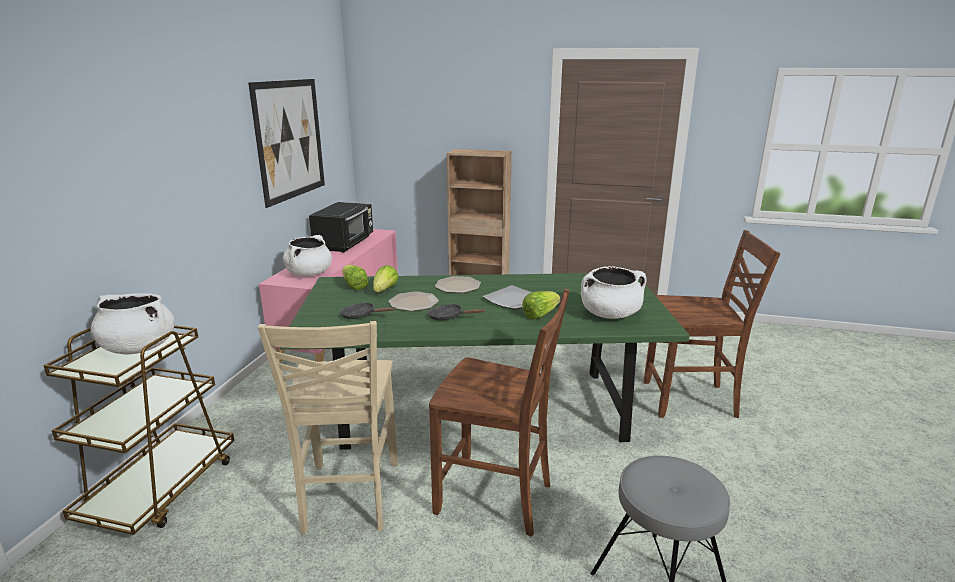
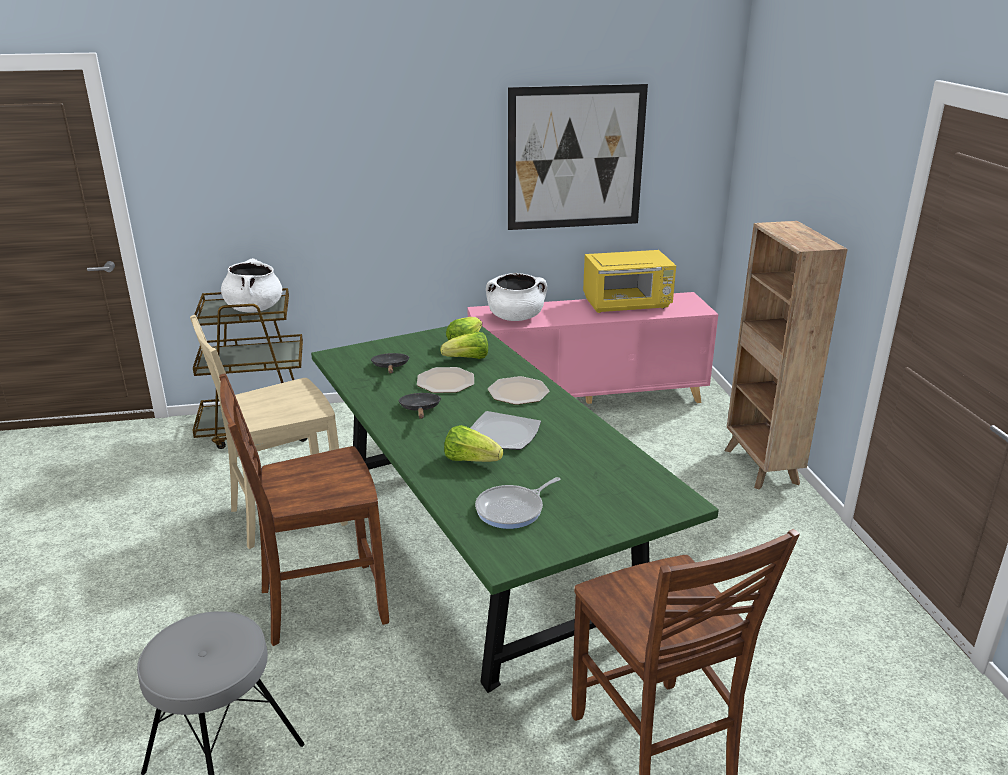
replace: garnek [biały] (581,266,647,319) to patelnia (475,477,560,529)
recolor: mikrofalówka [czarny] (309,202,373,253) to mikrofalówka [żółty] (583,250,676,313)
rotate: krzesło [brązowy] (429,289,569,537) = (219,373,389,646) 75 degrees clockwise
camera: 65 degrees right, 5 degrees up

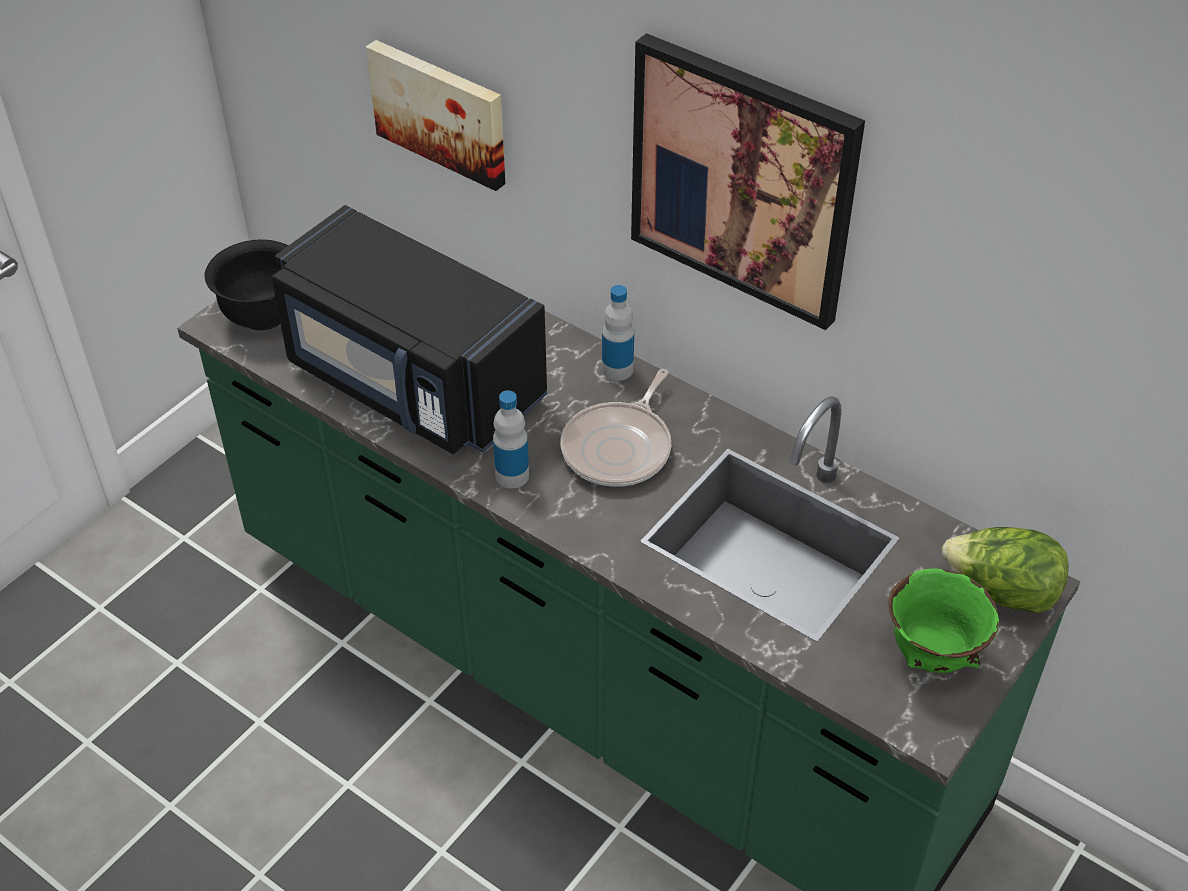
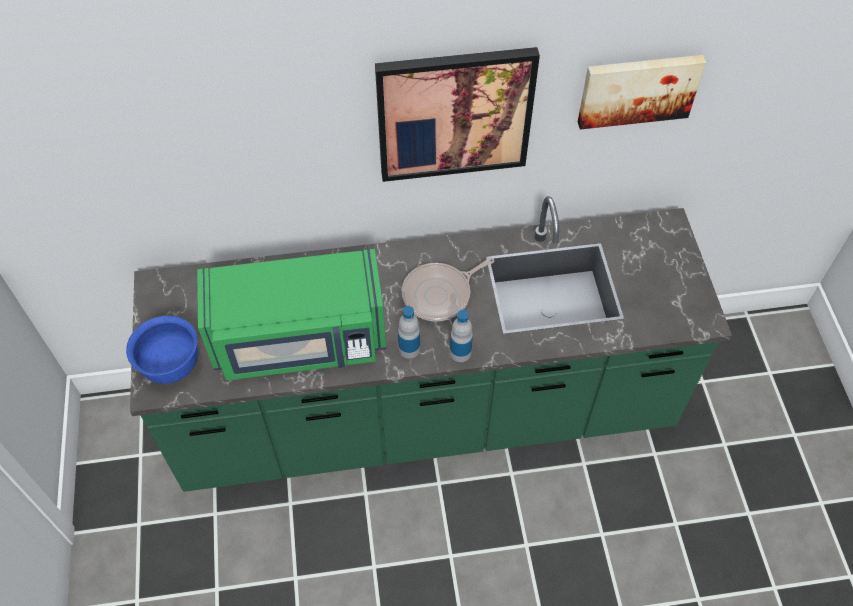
delete: miska [zielony] (888,568,999,673); sałata (942,527,1069,614)
move: obraz (366,40,505,191) to (578,55,706,129); butelka (602,285,634,381) to (450,310,473,362)
recolor: miska [czarny] (204,239,289,331) to miska [niebieski] (126,316,198,384); mikrofalówka [czarny] (272,205,547,454) to mikrofalówka [zielony] (197,249,386,380)
rotate: patelnia (561,369,671,487) = (402,258,494,322) 75 degrees clockwise
camera: 45 degrees left, 10 degrees up

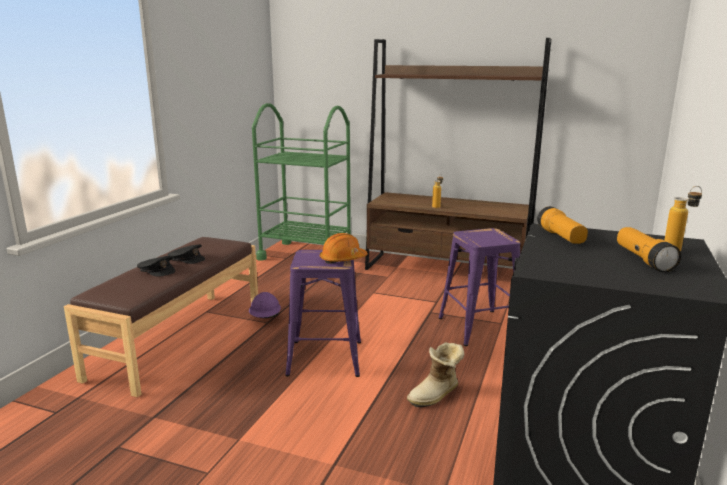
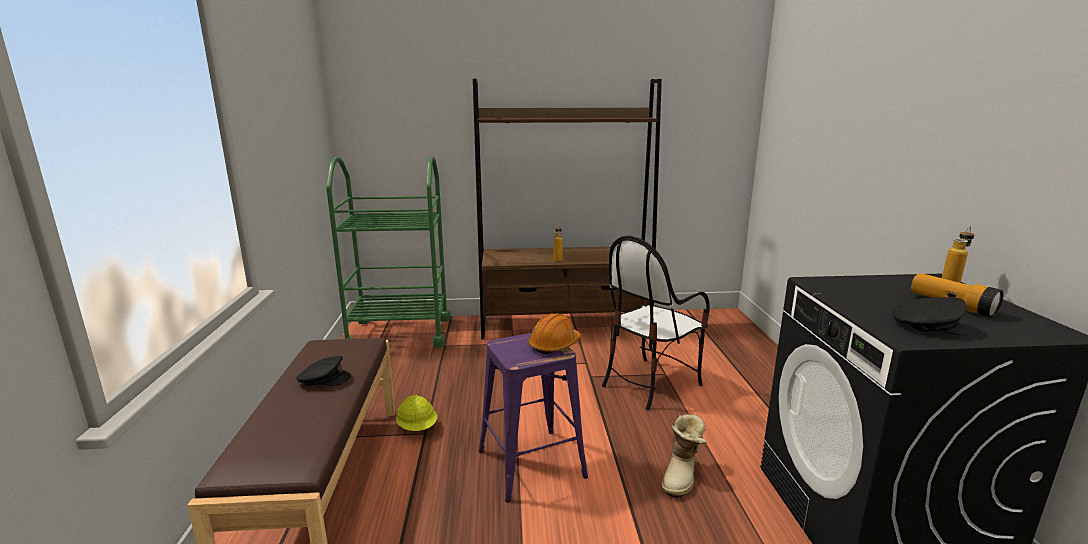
delete: latarka (537,206,588,244)
move: czapka z daszkiem [czarny] (137,256,175,277) to (893,297,970,335)
replace: stołek [fioletowy] (438,228,520,346) to krzesło (602,236,710,410)
recolor: kask [fioletowy] (249,292,281,318) to kask [żółty] (396,395,437,431)
camera: 25 degrees left, 0 degrees up

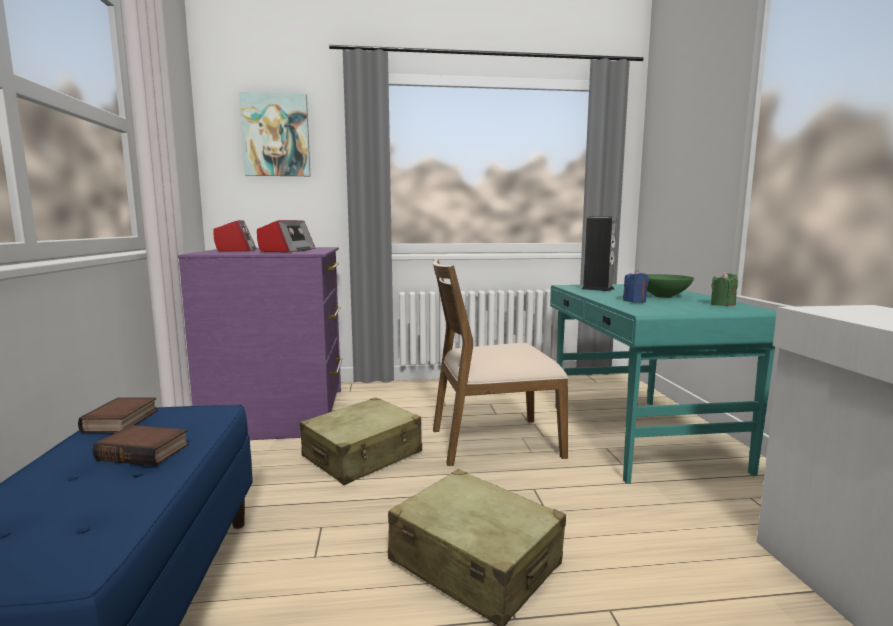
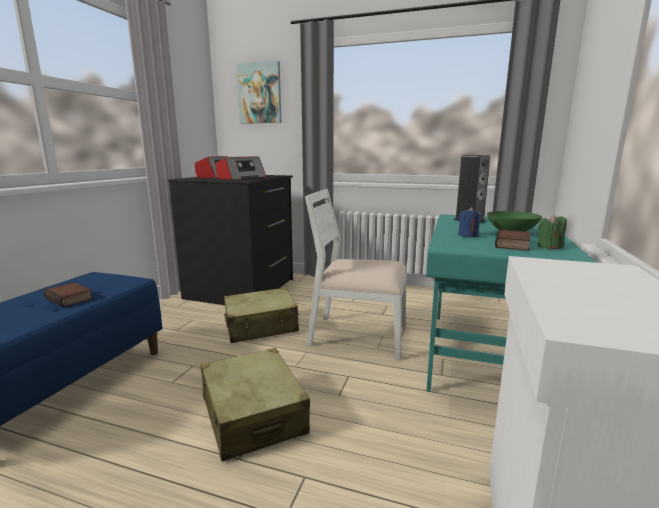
move: książka (78,397,158,433) to (495,230,531,251)
recolor: komoda [fioletowy] (178,247,342,440) to komoda [czarny] (168,175,293,305); krzesło [brązowy] (433,259,568,466) to krzesło [biały] (305,188,407,360)
camera: 25 degrees right, 5 degrees up

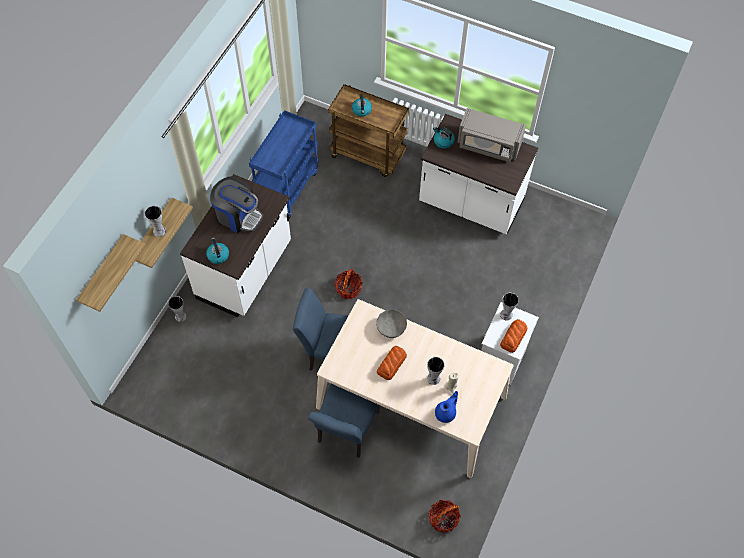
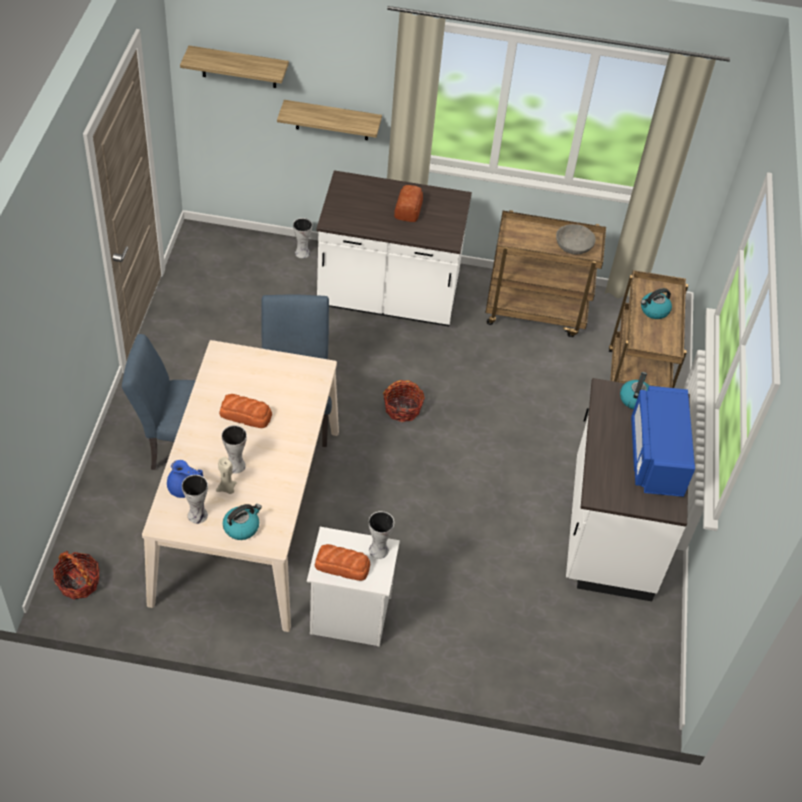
move: wazon (145,206,166,237) to (182,475,208,524); czajnik (206,237,229,264) to (223,504,262,540); miska [szary] (376,309,407,338) to (556,224,596,255)
replace: ekspres do kawy (210,176,263,233) to chleb (394,185,423,222)
recolor: wózek [niebieski] (249,110,319,219) to wózek [brązowy] (485,210,606,337); mikrofalówka [szary] (457,108,526,162) to mikrofalówka [niebieski] (631,386,695,497)
camera: 70 degrees right, 10 degrees down

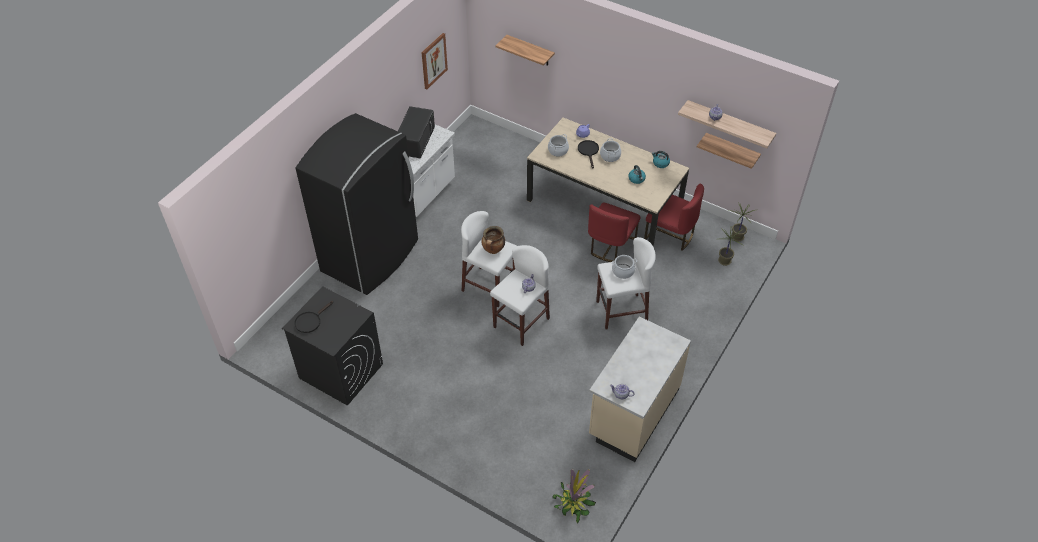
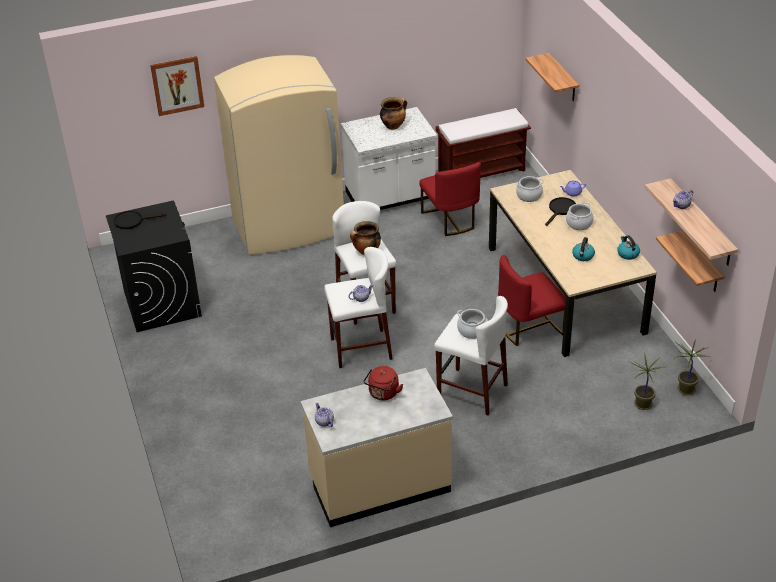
delete: roślina doniczkowa (553,469,596,524)
insert: czajnik [czerwony] (364,366,403,400); ławka [brązowy] (435,108,531,178)
move: obraz (421,33,448,89) to (150,56,204,116); krzesło [czerwony] (644,184,704,251) to (419,162,481,236)
replace: mikrofalówka [czarny] (398,106,435,159) to garnek (380,97,407,130)
recolor: lodówka [czarny] (296,113,418,295) to lodówka [beżowy] (214,55,344,255)
camera: 40 degrees right, 10 degrees down

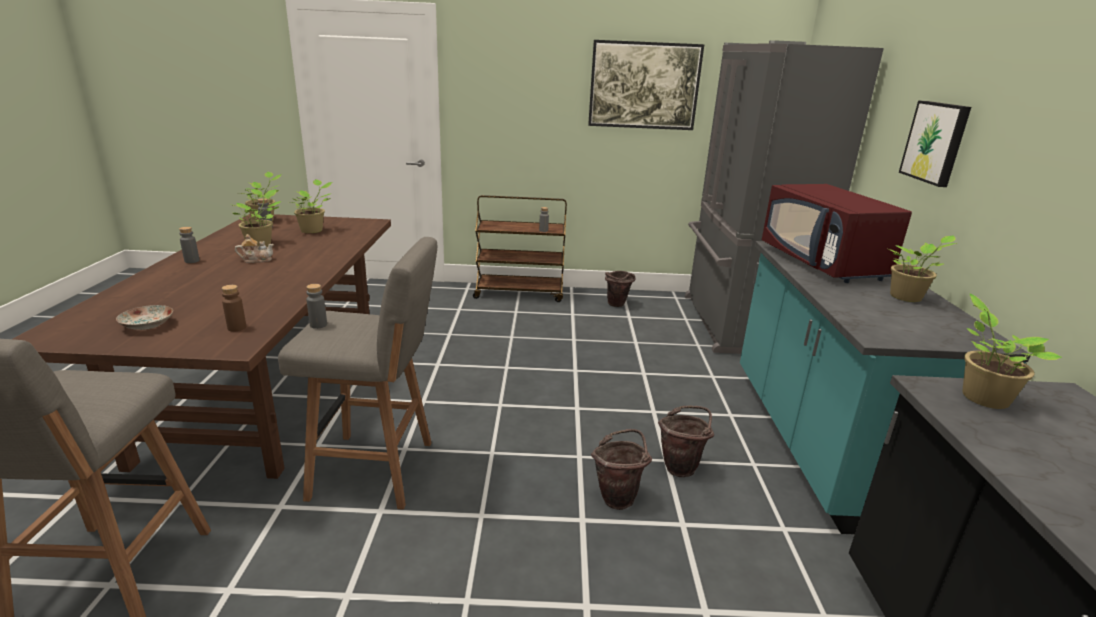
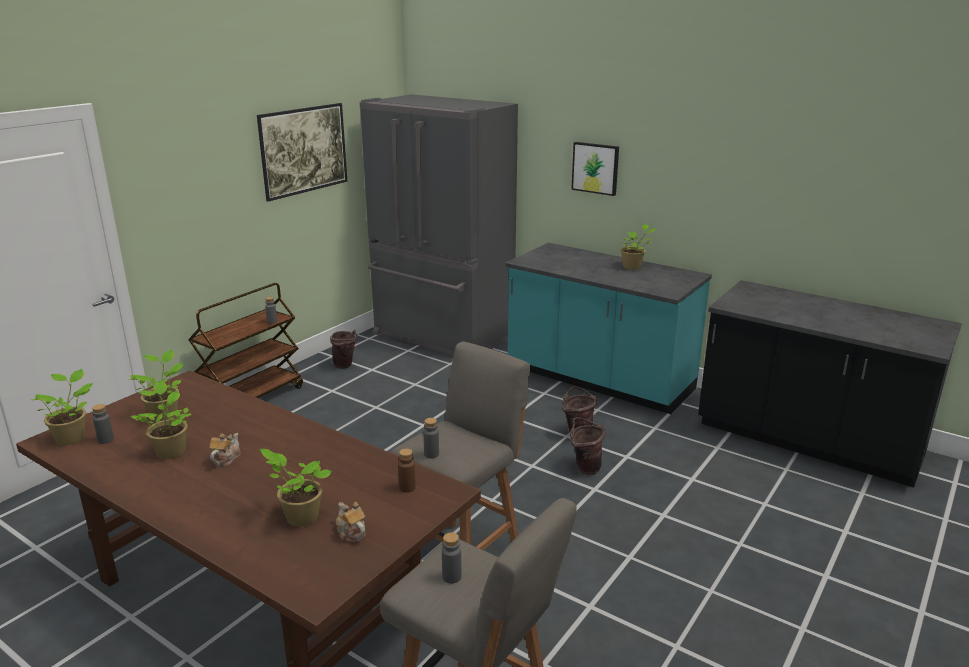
delete: mikrofalówka [czerwony] (762,184,912,283)
move: butelka [szary] (179,227,200,263) to (442,532,461,584); roślina doniczkowa (963,294,1062,409) to (260,449,332,527)
replace: talerz (116,305,173,330) to imbryk (336,502,366,542)
camera: 55 degrees left, 0 degrees up

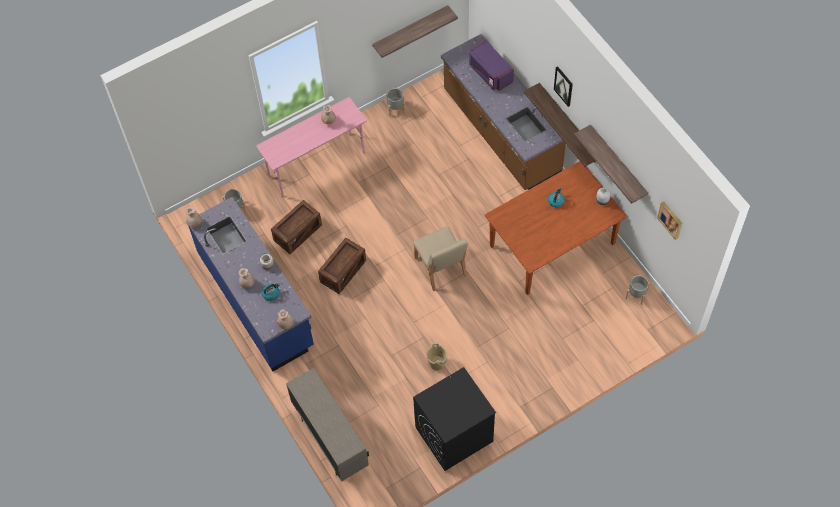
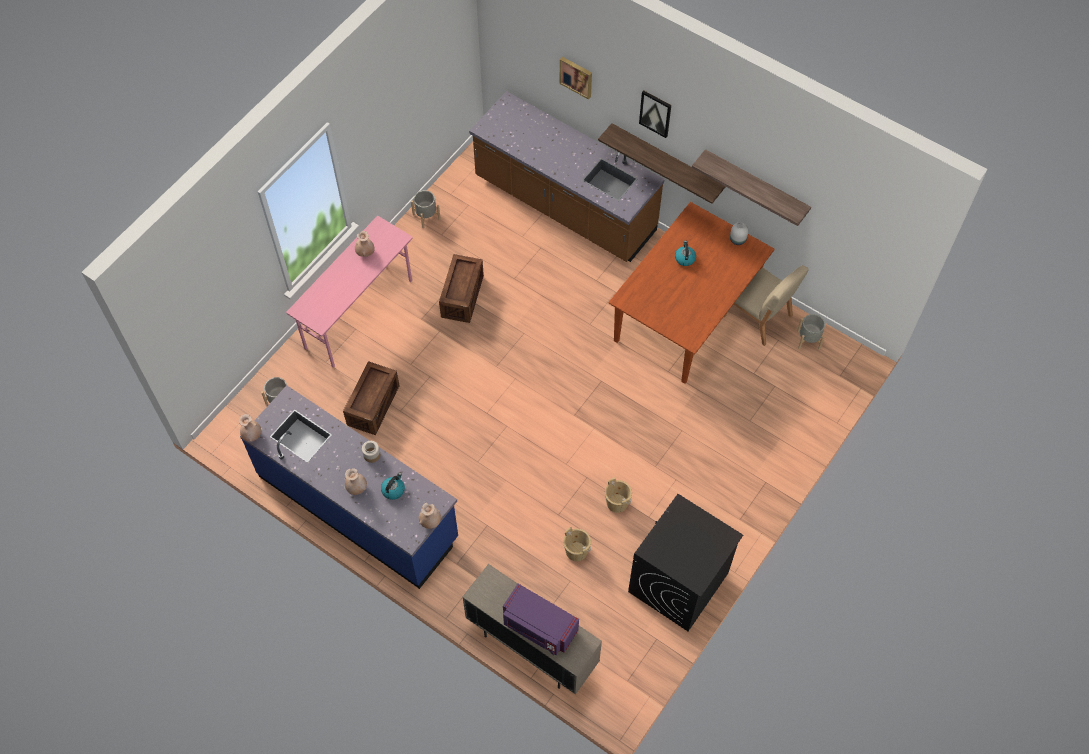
delete: półka (372,5,458,58)
insert: wiadro [beżowy] (563,527,591,561)
move: skrzynka (318,237,366,294) to (439,254,484,323); krzesło [beżowy] (413,226,468,291) to (724,265,809,346); mikrofalówka [fioletowy] (469,40,514,91) to (503,584,579,655); obraz (657,202,682,240) to (559,57,592,100)
camera: 25 degrees left, 0 degrees up

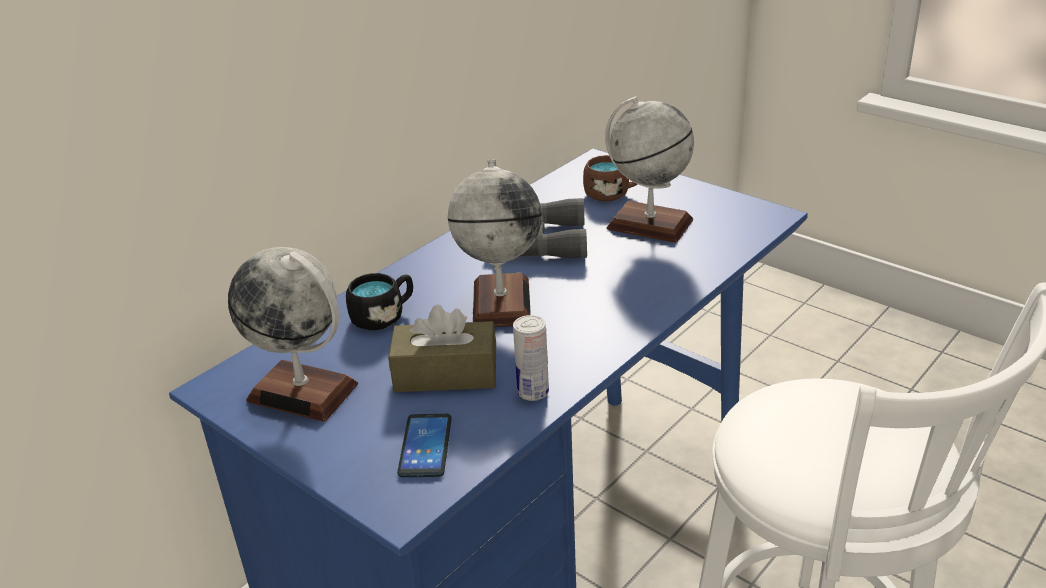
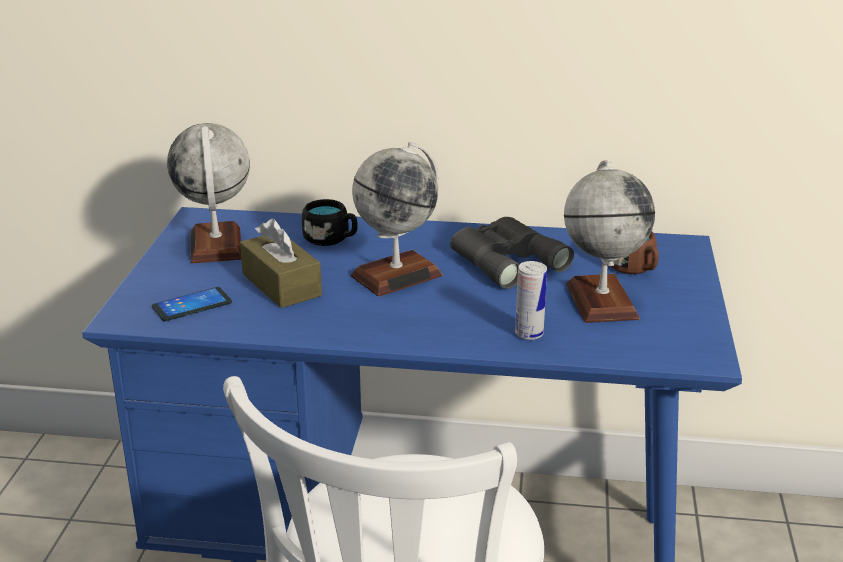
move: puszka (513,315,549,401) to (515,261,547,340)
camera: 55 degrees right, 5 degrees down

